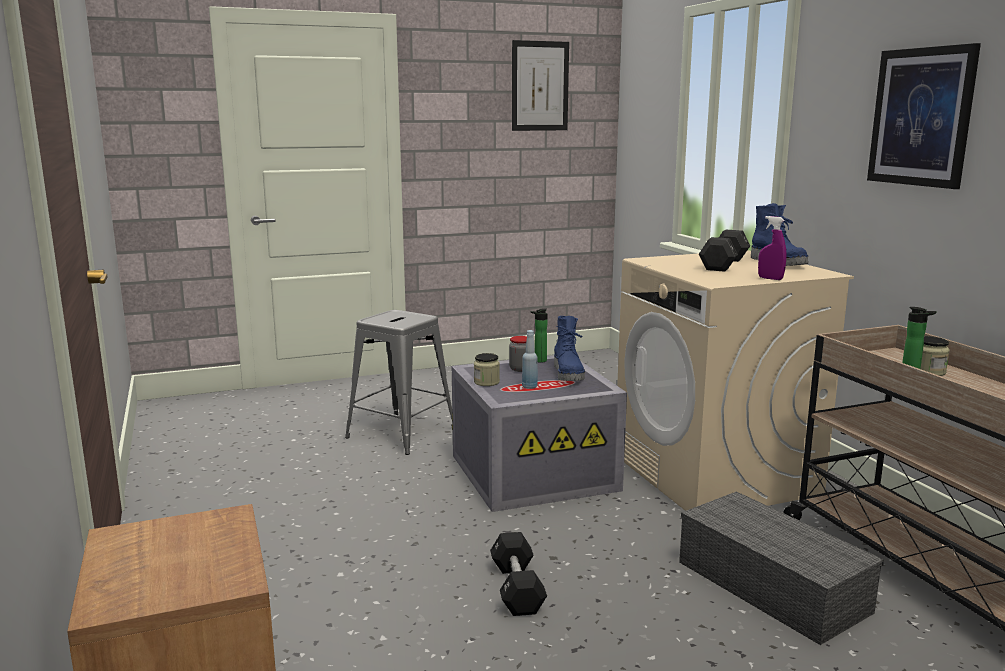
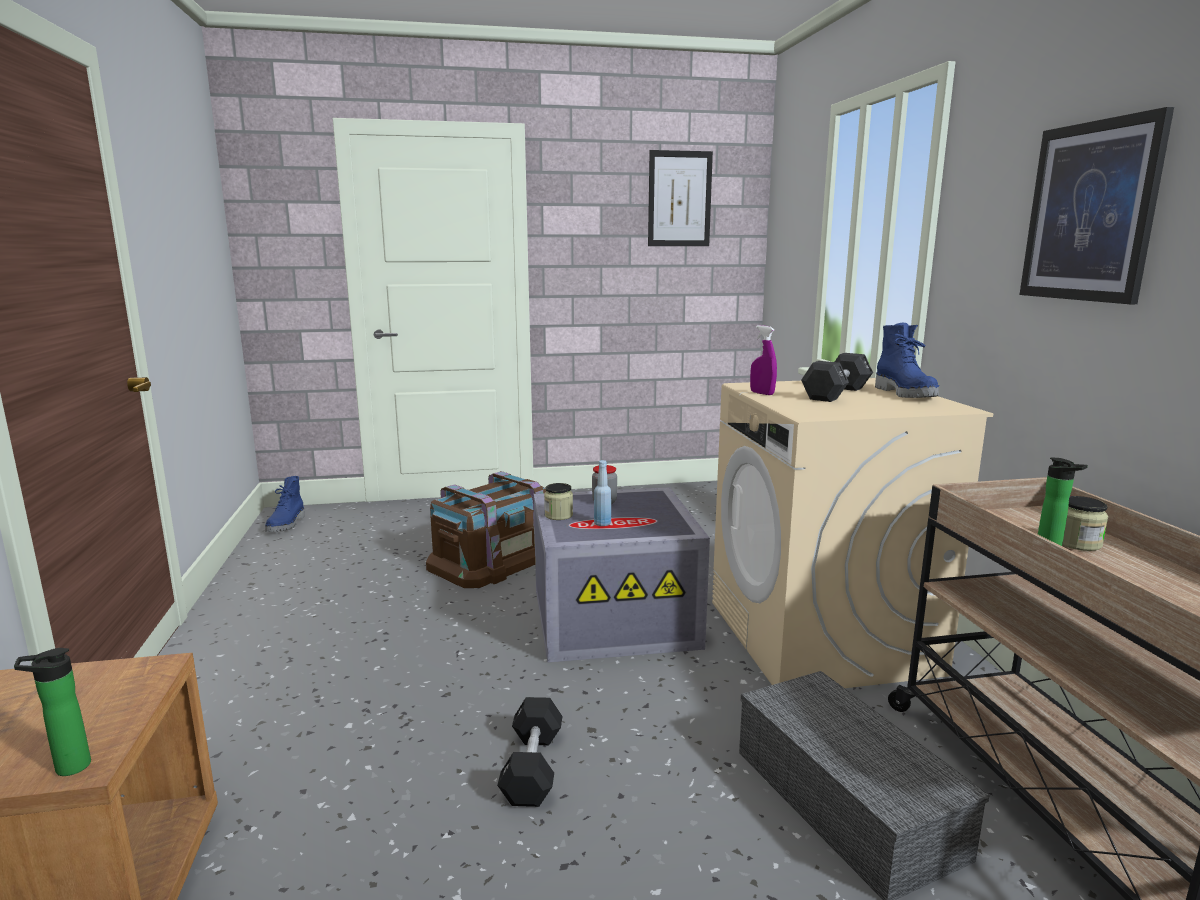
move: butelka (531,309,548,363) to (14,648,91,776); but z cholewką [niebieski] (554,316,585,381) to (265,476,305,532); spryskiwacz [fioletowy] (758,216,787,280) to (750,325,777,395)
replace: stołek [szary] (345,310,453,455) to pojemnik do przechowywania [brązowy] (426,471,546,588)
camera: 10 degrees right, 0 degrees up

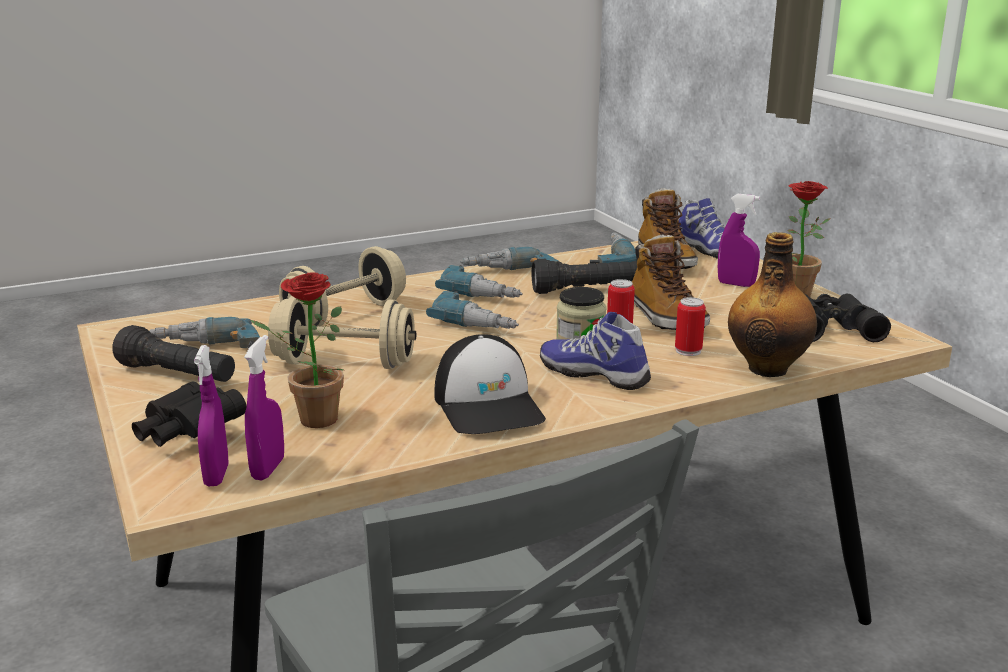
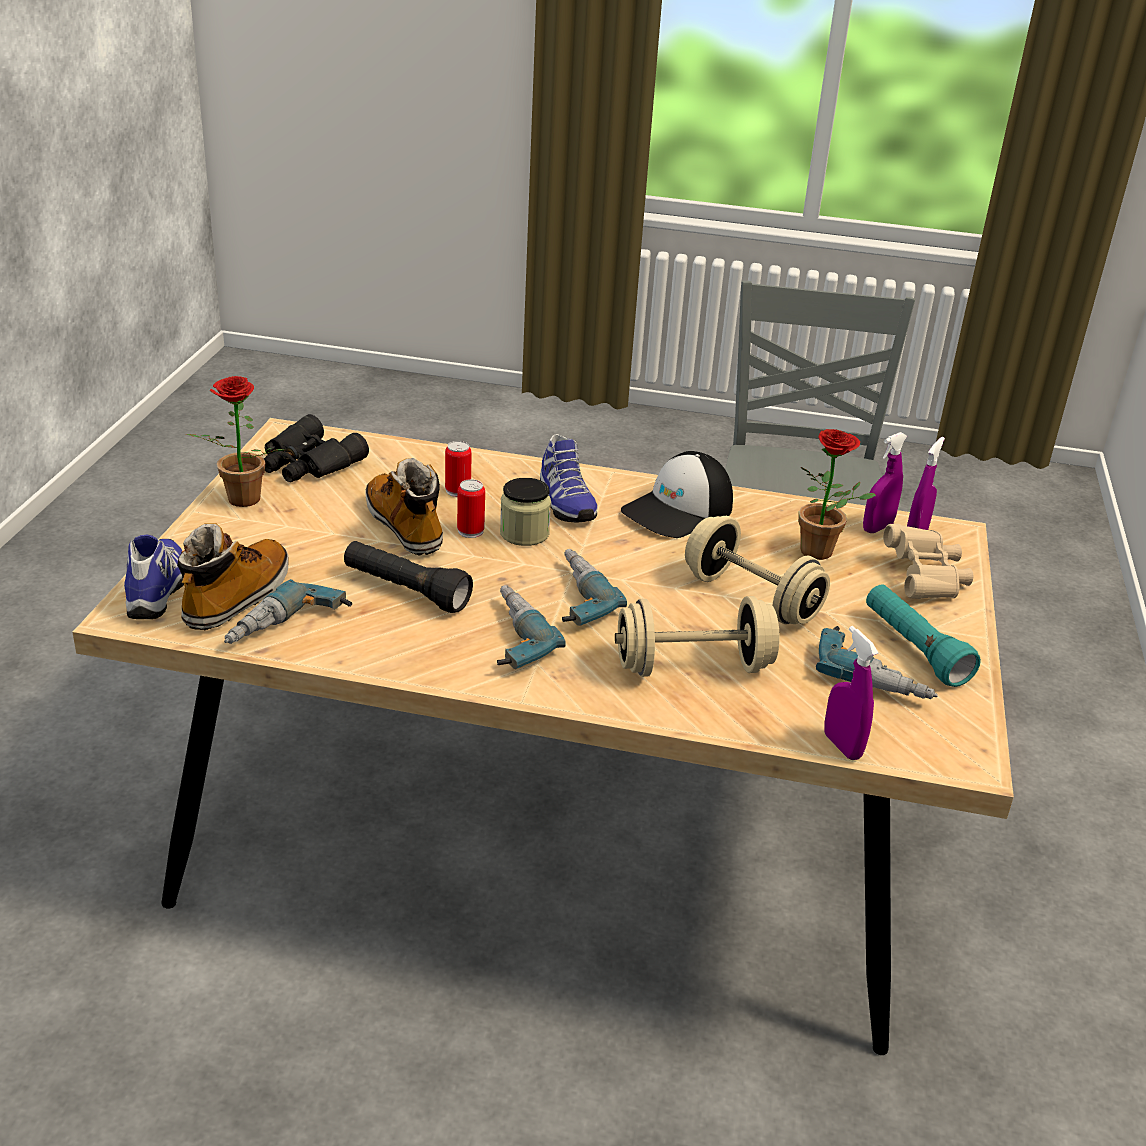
delete: wiertarka (460,247,560,270); butelka (728,232,817,377)
move: spryskiwacz [fioletowy] (718,194,760,287) to (825,626,878,760)
recolor: latarka [czarny] (112,325,235,382) to latarka [turkusowy] (866,584,981,687); lornetka [czarny] (132,382,247,447) to lornetka [beżowy] (883,524,973,599)
rotate: czapka z daszkiem (435,334,546,434) = (621,451,733,538) 150 degrees counterclockwise; but z cholewką (632,234,710,330) = (365,458,443,556) 45 degrees counterclockwise
camera: 145 degrees left, 10 degrees up

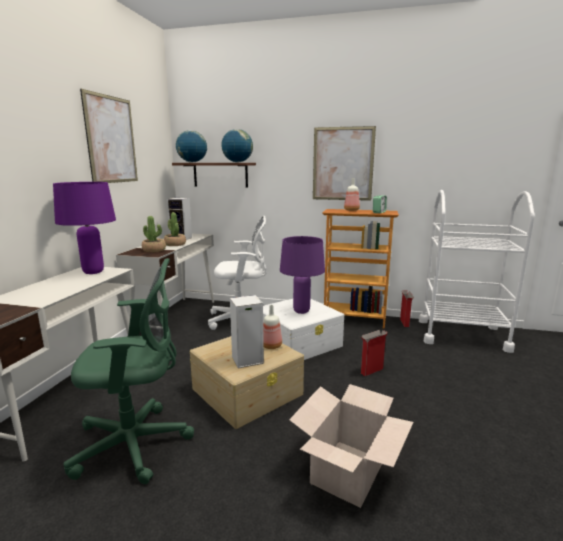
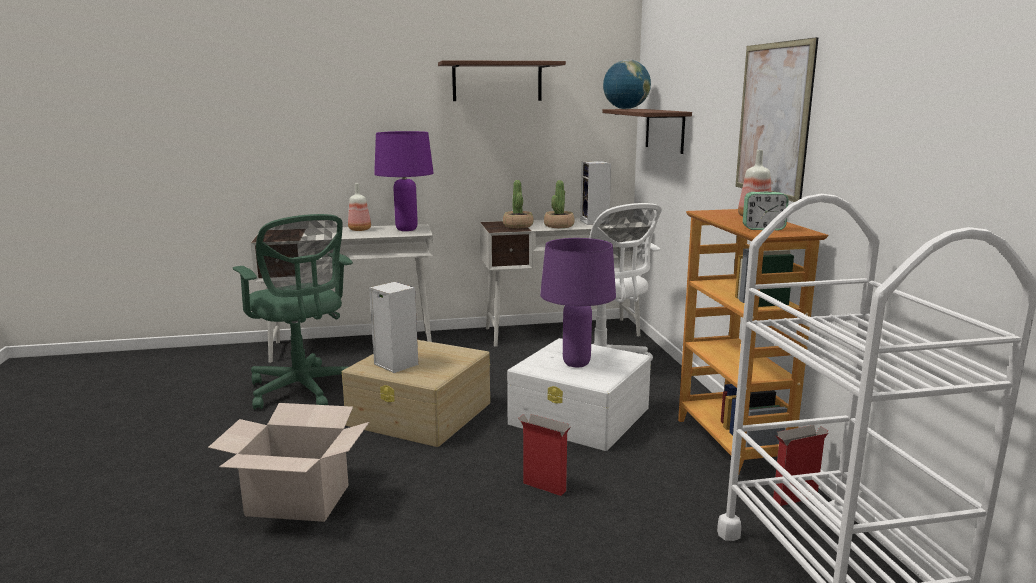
delete: globus (221,129,253,163)
move: butelka (263,305,282,349) to (348,183,371,231)
replace: obraz (80,89,138,183) to półka [brązowy] (438,60,566,101)
camera: 65 degrees right, 0 degrees up

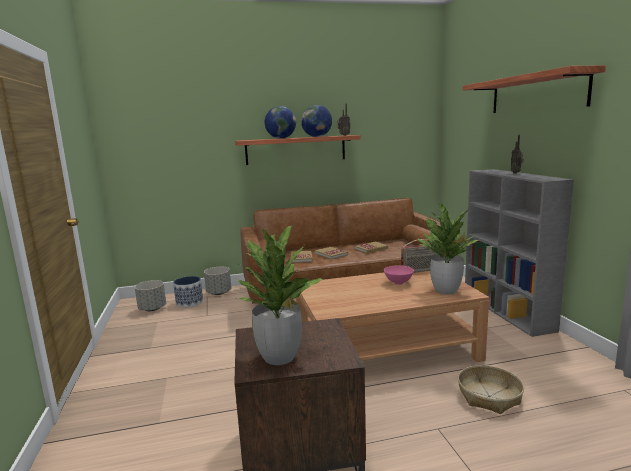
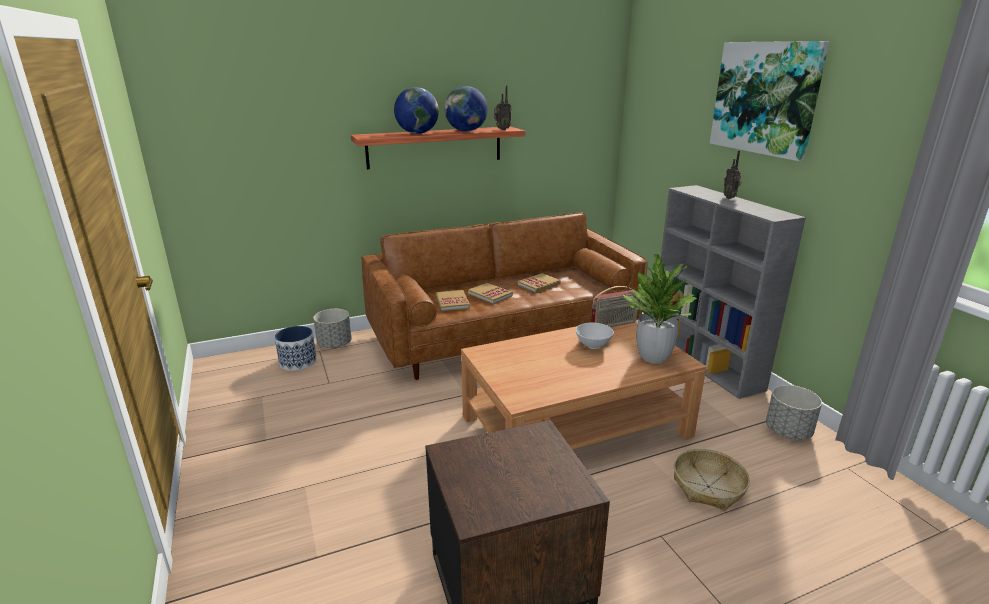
delete: roślina doniczkowa (237,226,323,365)
move: donica [szary] (135,280,166,311) to (766,385,822,440)
replace: półka (462,65,606,113) to obraz (710,41,829,161)
recolor: miska [różowy] (384,265,414,285) to miska [biały] (576,323,614,349)
camera: 10 degrees left, 10 degrees up

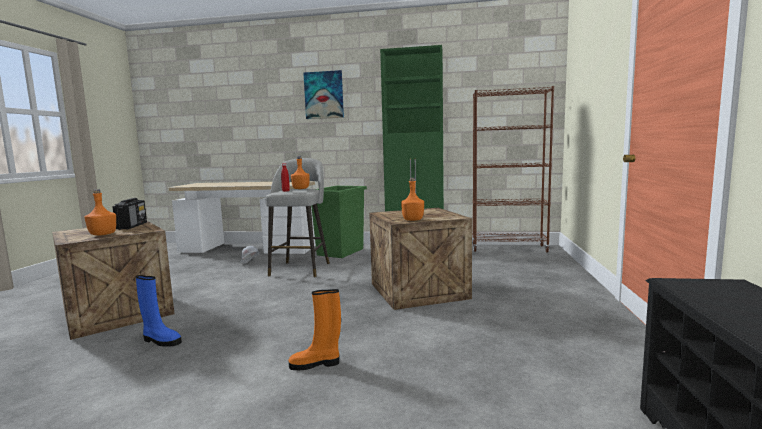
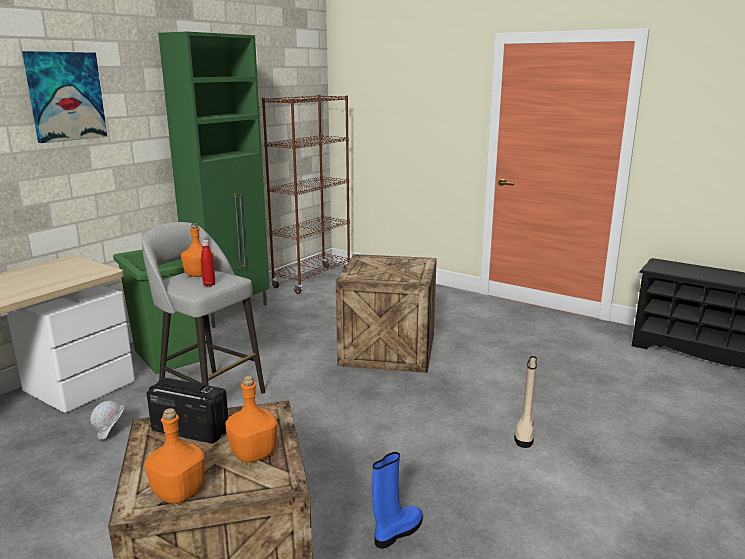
move: butelka [pomarańczowy] (401,178,424,221) to (145,408,205,504)
recolor: but z cholewką [pomarańczowy] (289,289,341,370) to but z cholewką [beżowy] (514,356,537,448)
camera: 65 degrees left, 10 degrees up

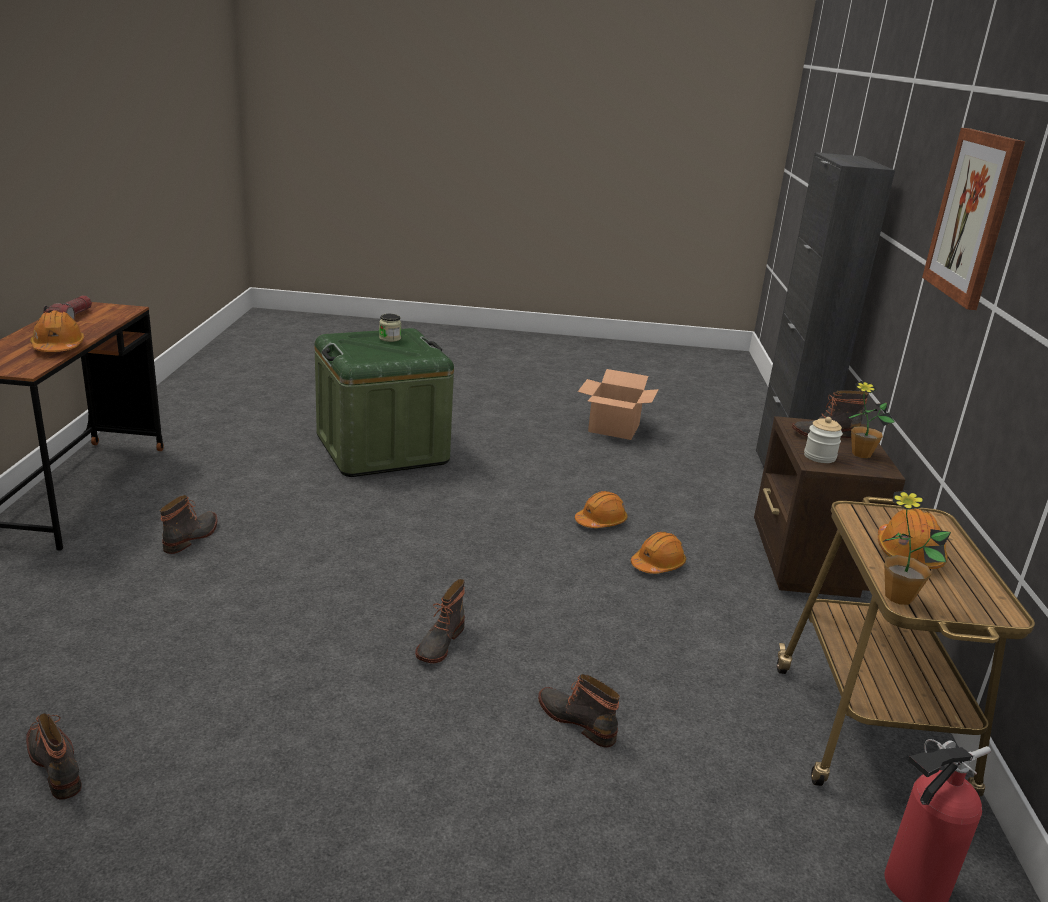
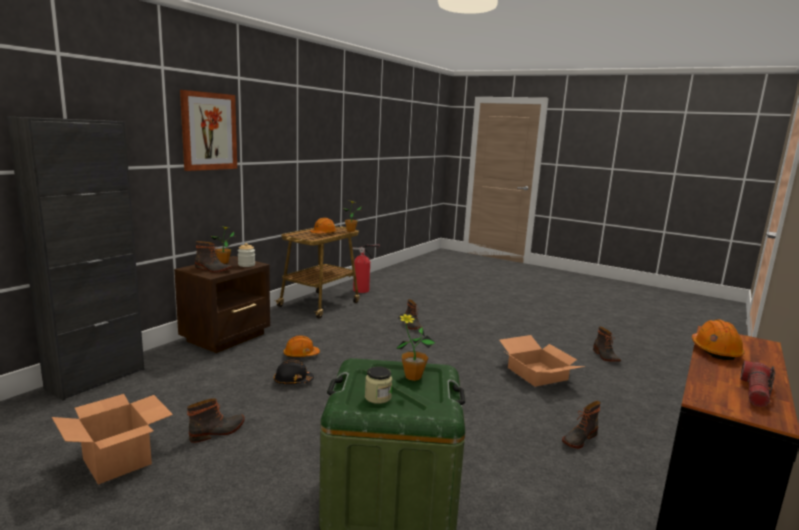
insert: roślina doniczkowa (396,314,435,381); karton (499,335,586,387)
move: but z cholewką (415,579,465,663) to (187,398,245,443)
recolor: kask [pomarańczowy] (575,491,628,528) to kask [czarny] (274,360,314,384)
camera: 150 degrees left, 10 degrees down

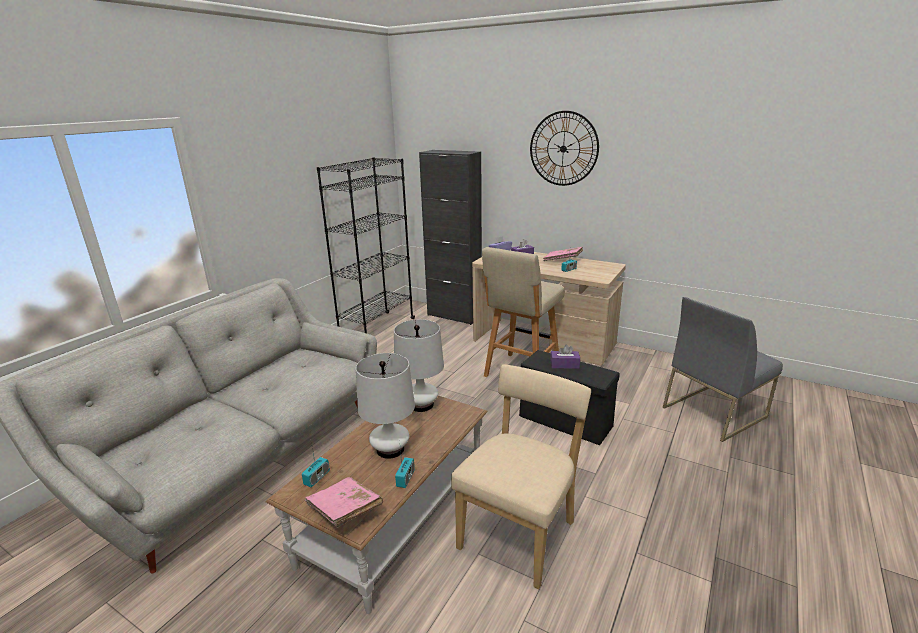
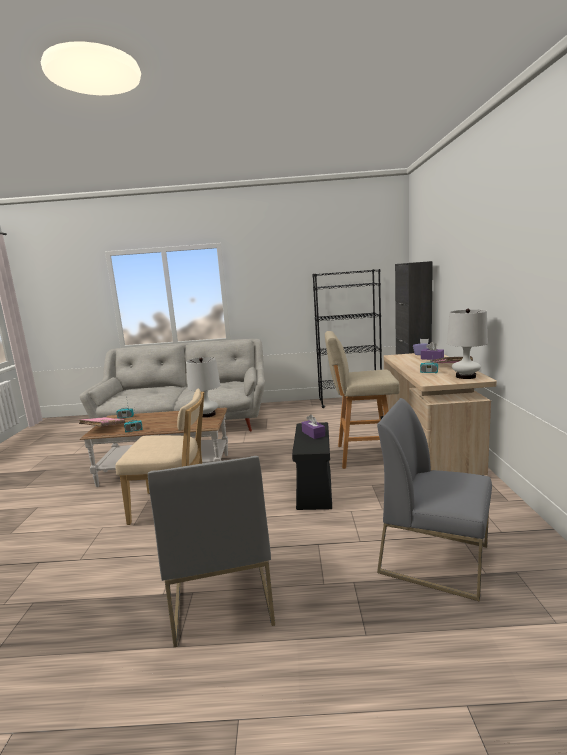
delete: zegar ścienny (530,111,599,186)
insert: krzesło [szary] (148,456,275,647)
move: lampa stołowa [biały] (356,353,415,459) to (447,309,488,379)
camera: 60 degrees right, 10 degrees down

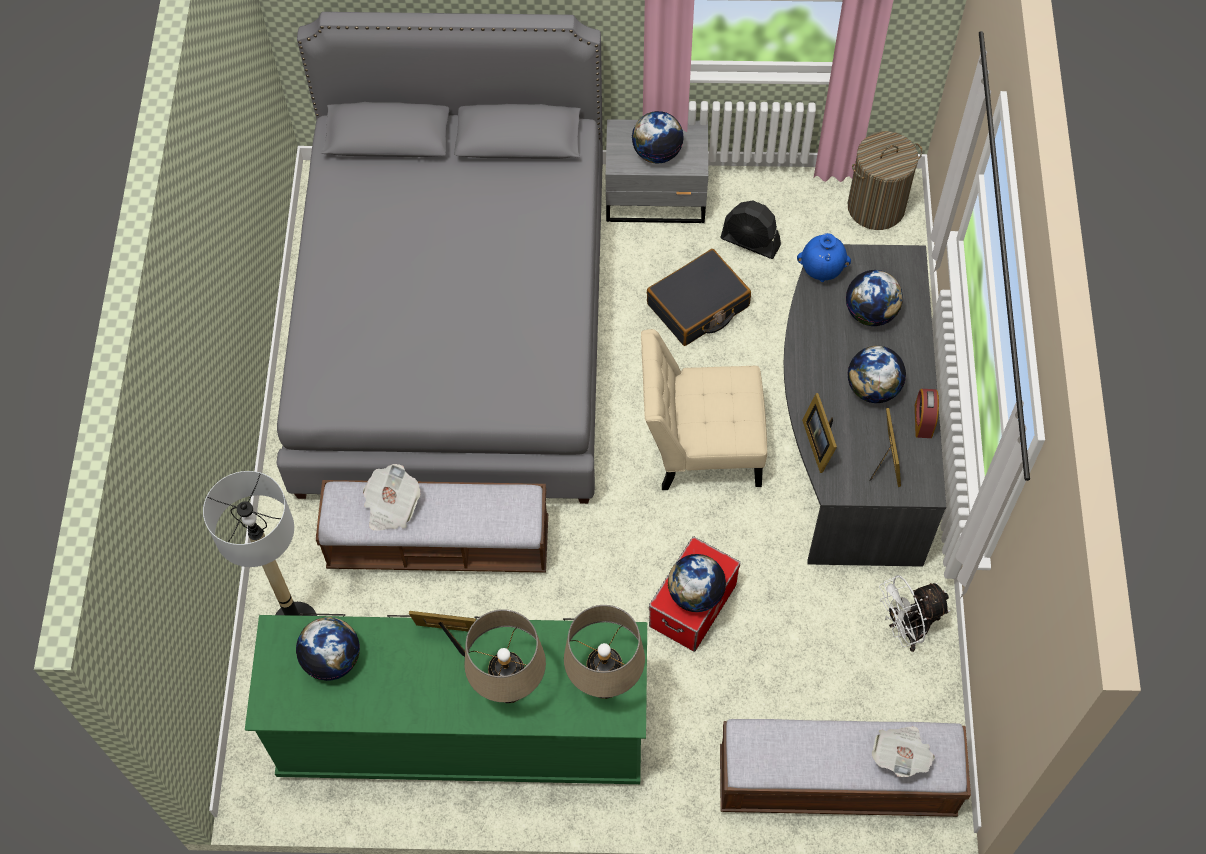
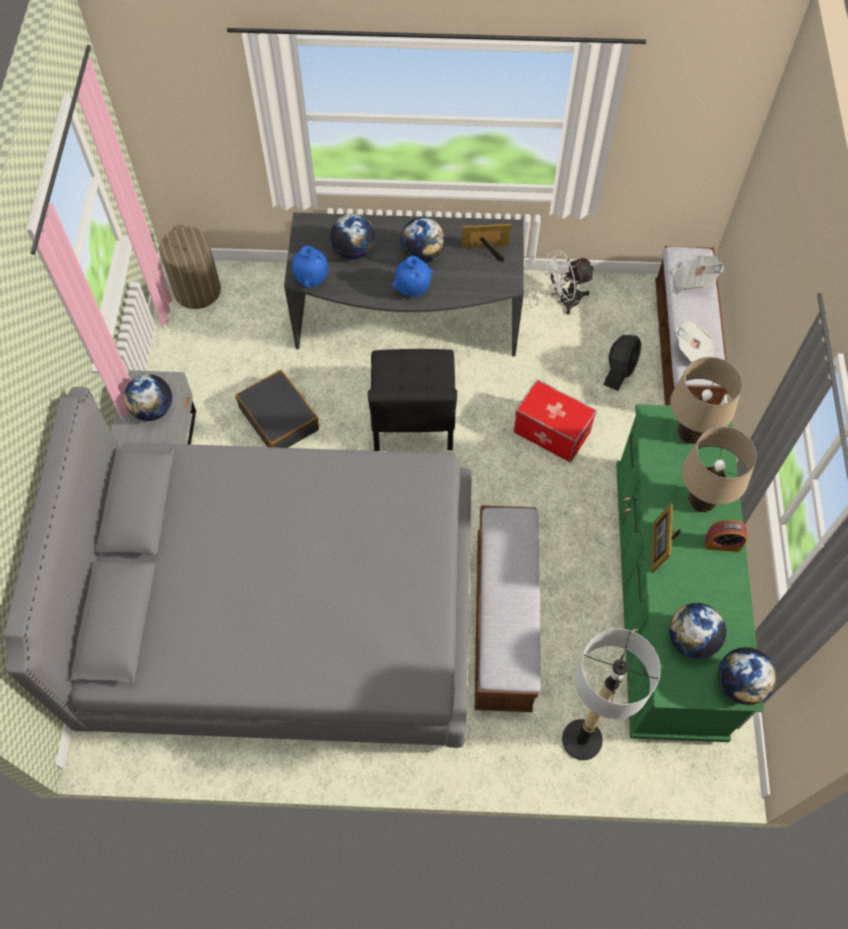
delete: ramka na zdjęcie (802,393,837,473)
insert: wazon [niebieski] (392,256,434,297)
move: gazeta (363,464,420,531) to (676,321,715,362); globus (668,554,726,612) to (718,647,777,705); wentylator [czarny] (720,200,781,259) to (603,335,641,391); budzik (915,389,939,438) to (705,520,747,552)
recolor: krzesło [beżowy] (641,329,767,490) to krzesło [czarny] (368,349,457,451)
rotate: wentylator [biały] (879,575,951,652) = (544,250,595,315) 90 degrees clockwise
camera: 90 degrees left, 0 degrees up

